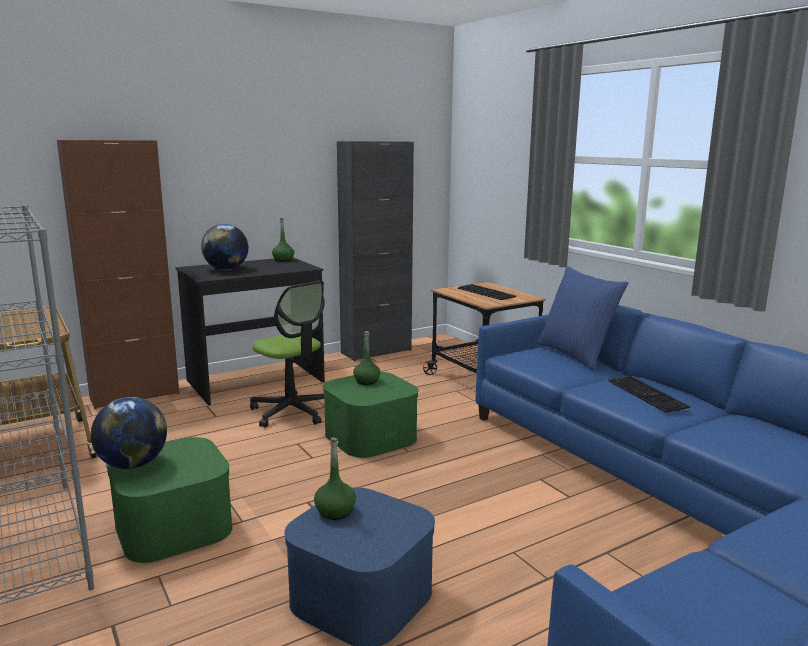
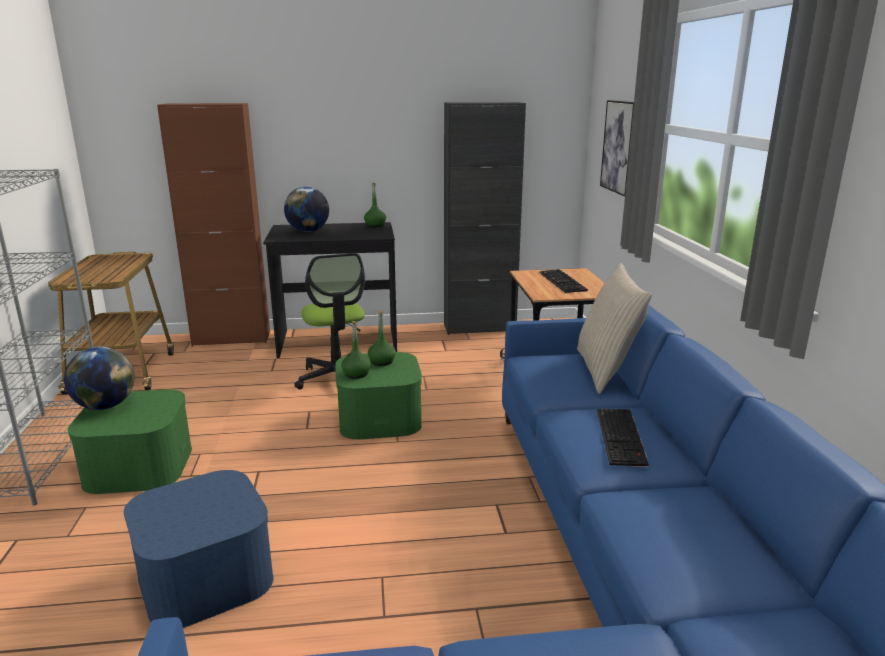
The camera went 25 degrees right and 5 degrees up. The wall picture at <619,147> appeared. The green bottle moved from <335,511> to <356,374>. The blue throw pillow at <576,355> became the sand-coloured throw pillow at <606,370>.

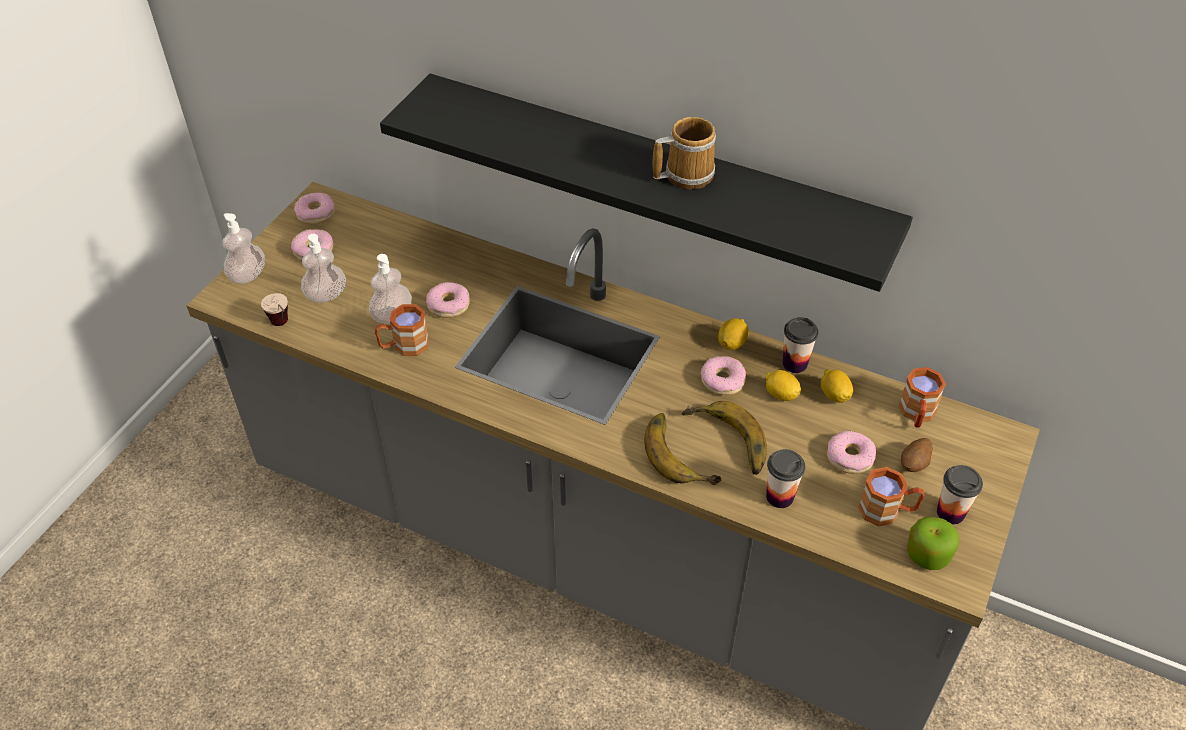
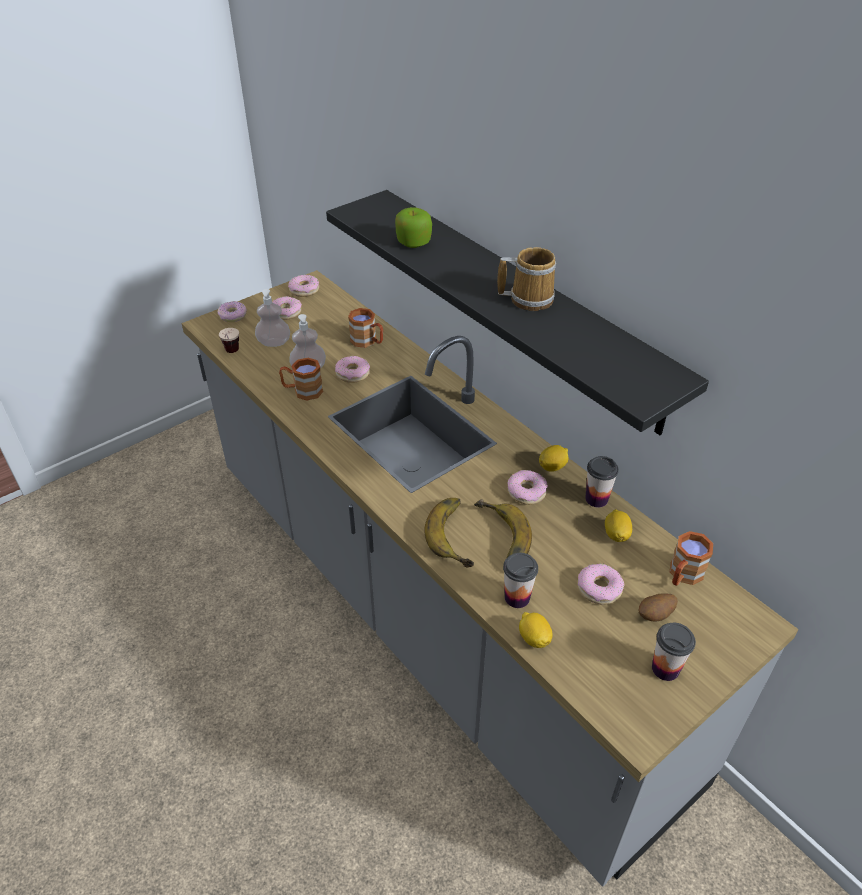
The camera went 25 degrees right and 5 degrees down. The lemon moved from <781,394> to <534,638>. The brown mug moved from <887,510> to <367,341>. The whole apple moved from <927,554> to <413,242>. The soap bottle at <248,275> was replaced by the donut at <232,316>.

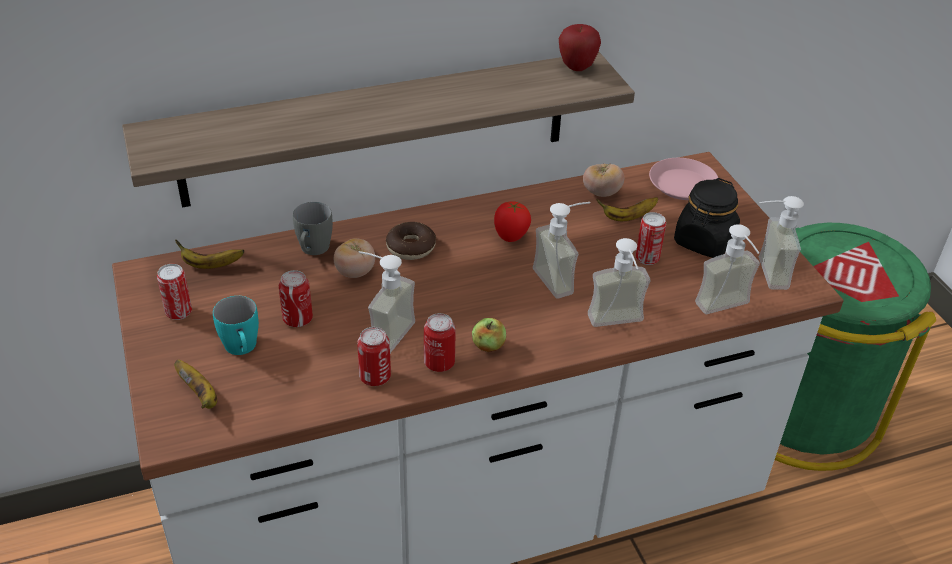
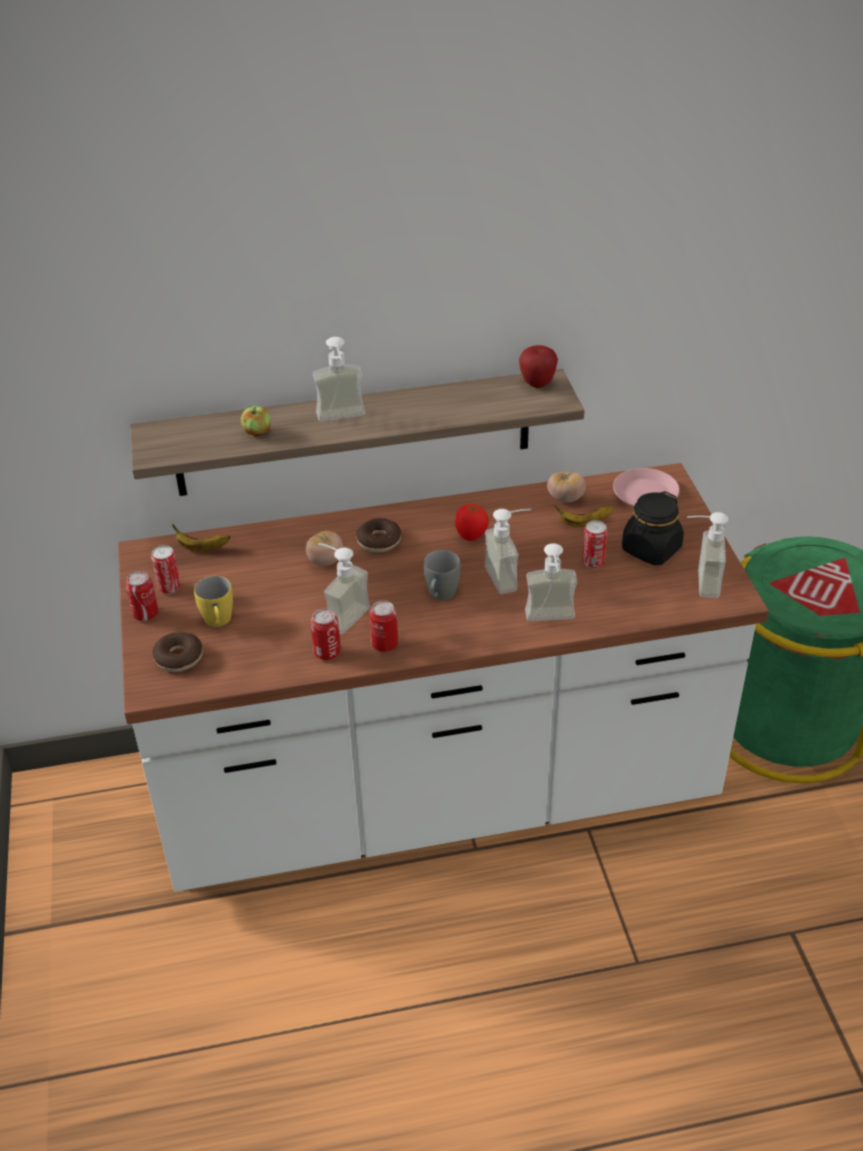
The camera went 10 degrees right and 0 degrees up. The metal can moved from <297,319> to <145,614>. The gray mug moved from <313,251> to <440,596>. The whole apple moved from <488,346> to <257,432>. The soap bottle moved from <727,310> to <342,419>. The banana at <200,395> was replaced by the donut at <179,658>. The turquoise-coloured mug at <242,349> became the yellow-coloured mug at <218,622>.

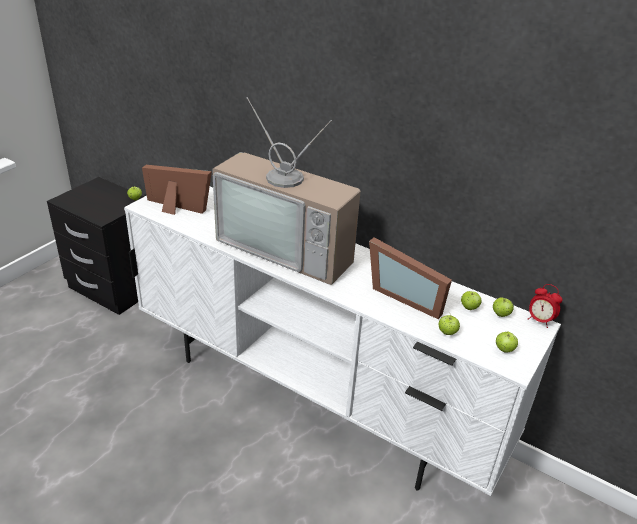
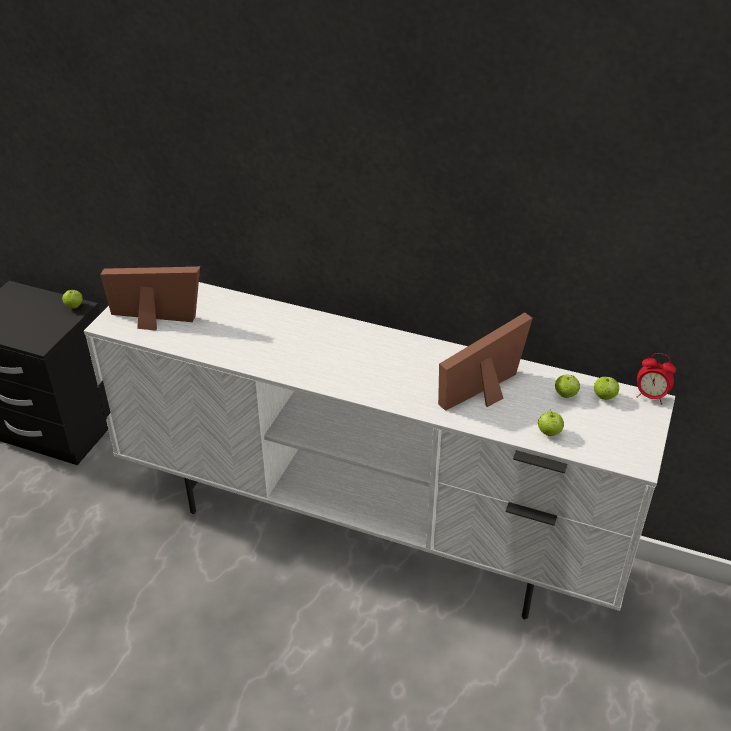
The camera went 10 degrees left and 5 degrees up. The television at <290,247> disappeared. The whole apple at <504,350> disappeared. The standing frame at <407,296> turned 120 degrees clockwise.

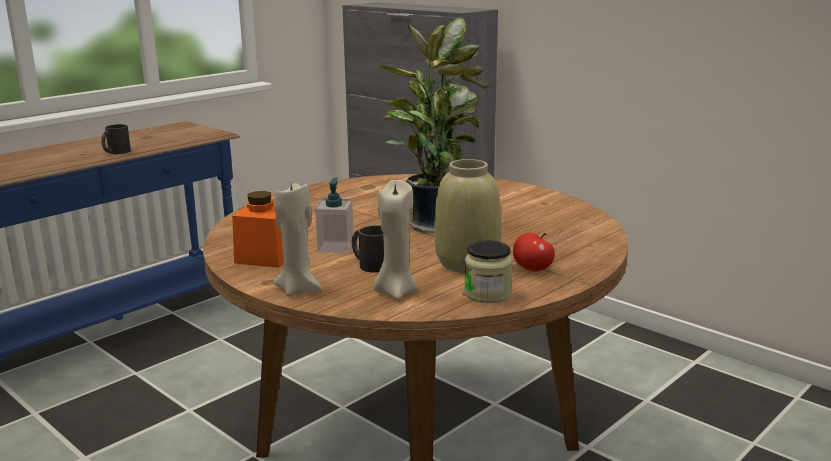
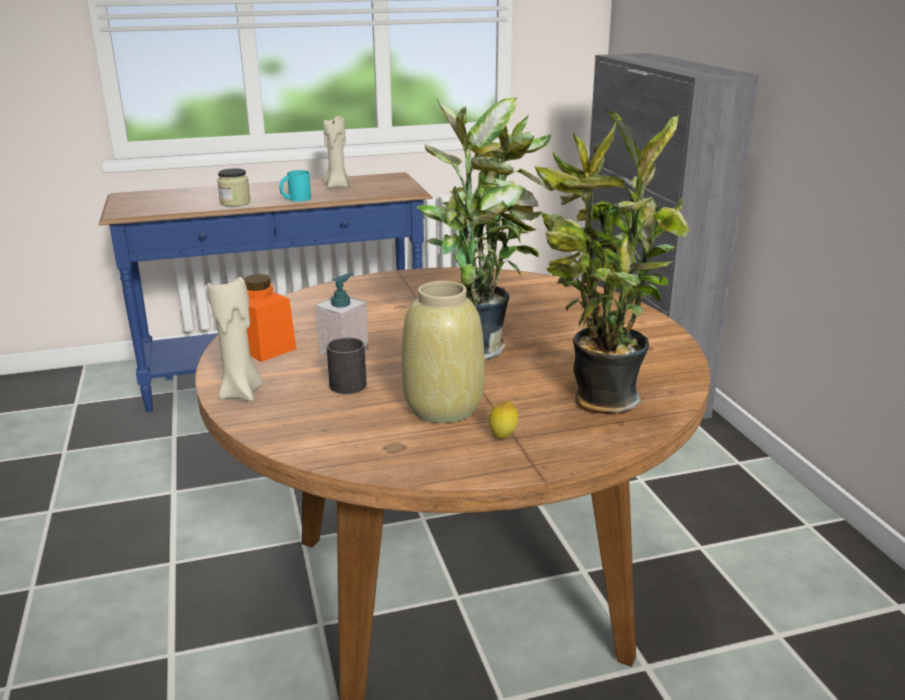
The camera went 30 degrees right and 5 degrees up. The plant in a pot at <597,400> appeared. The sand-coloured candle moved from <395,292> to <337,186>. The jar moved from <487,294> to <235,203>. The whole apple at <532,269> was replaced by the lemon at <503,437>. The black mug at <116,152> became the turquoise-coloured mug at <295,199>.

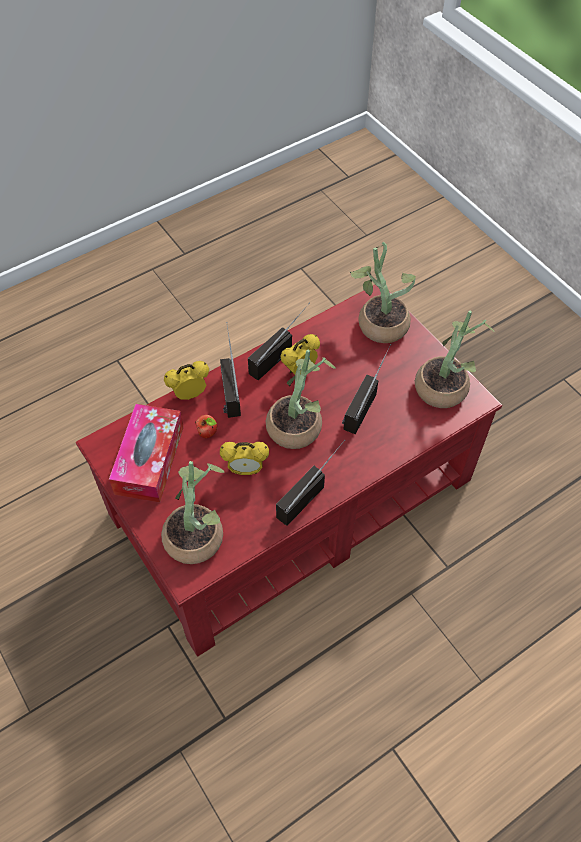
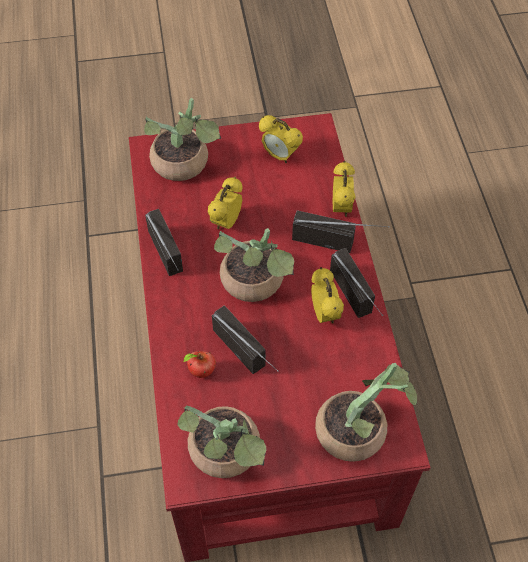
The camera went 115 degrees right and 0 degrees up. The whole apple moved from <208,433> to <201,372>. The tissue box at <149,460> was replaced by the table clock at <280,156>.

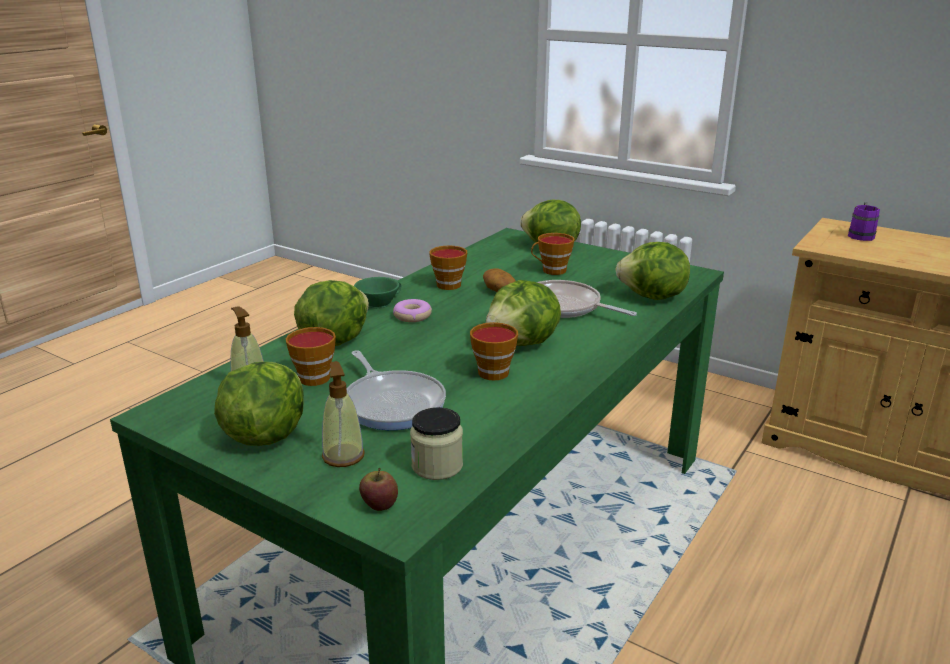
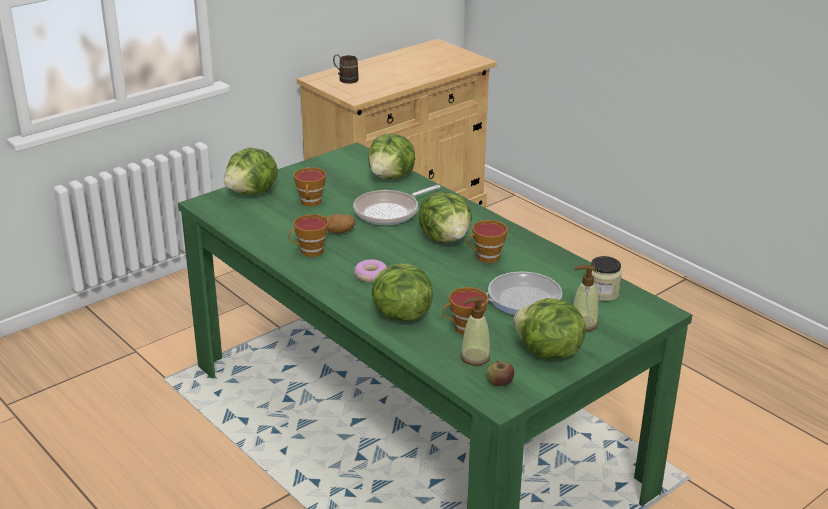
The camera went 75 degrees left and 5 degrees up. The green drinking cup at <377,302> disappeared. The whole apple moved from <379,504> to <499,383>. The purple-coloured mug at <860,235> became the brown mug at <345,79>.

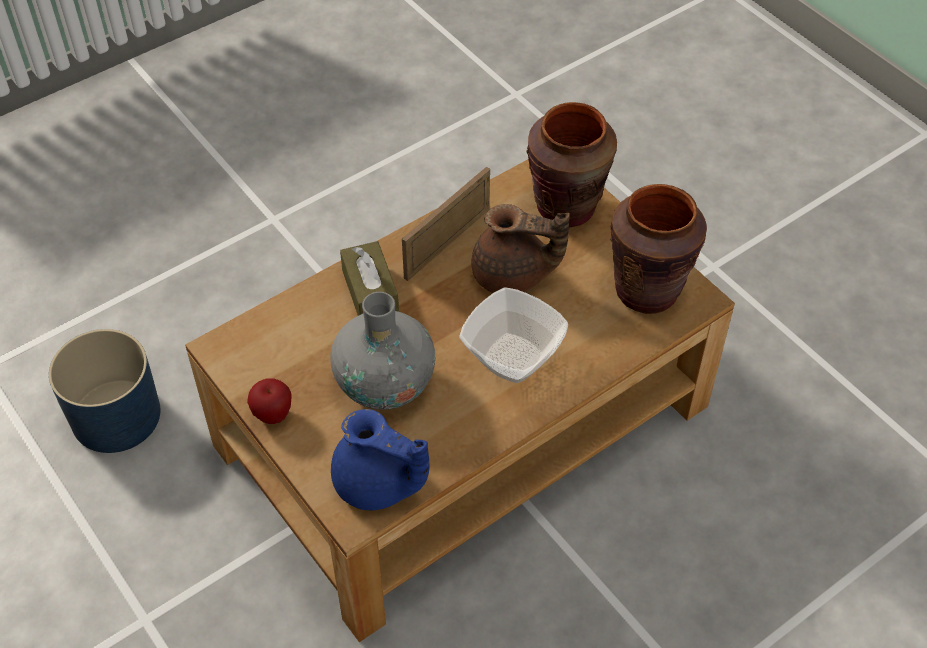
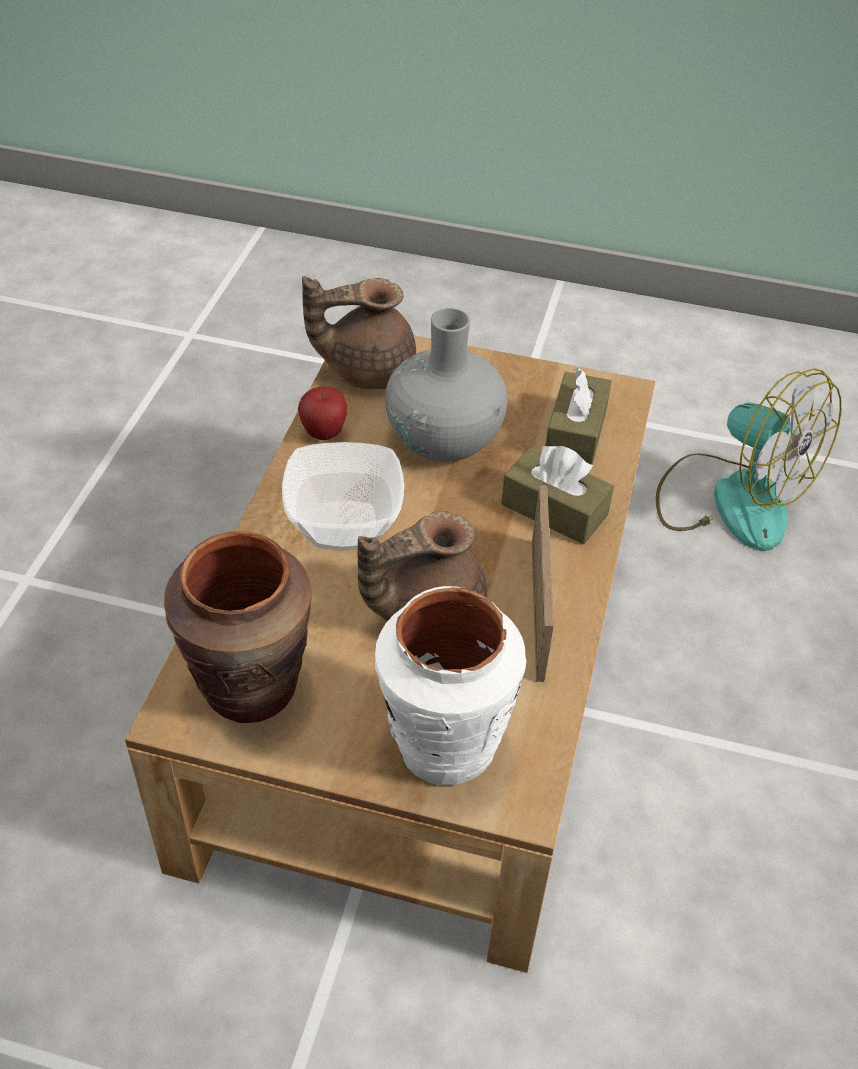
The camera went 140 degrees right and 5 degrees down. The brown tissue box at <575,433> appeared. The whole apple moved from <273,415> to <324,433>. The blue planter at <115,416> was replaced by the fan at <731,499>. The blue pot for tea at <378,484> became the brown pot for tea at <366,370>. The brown flower vase at <566,208> became the white-coloured flower vase at <444,745>.

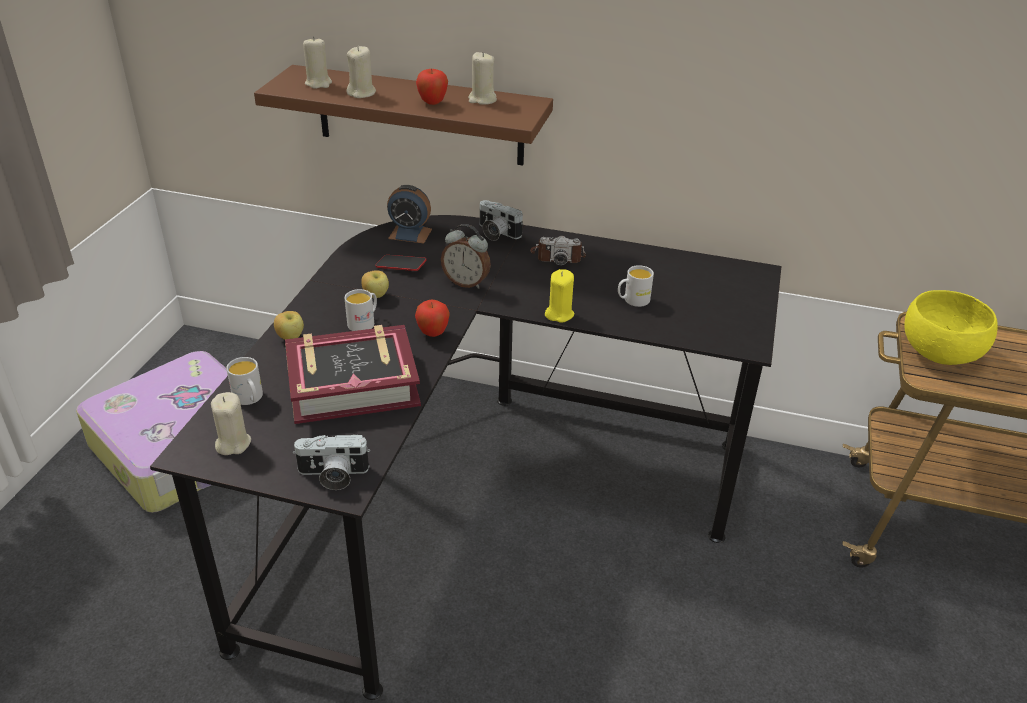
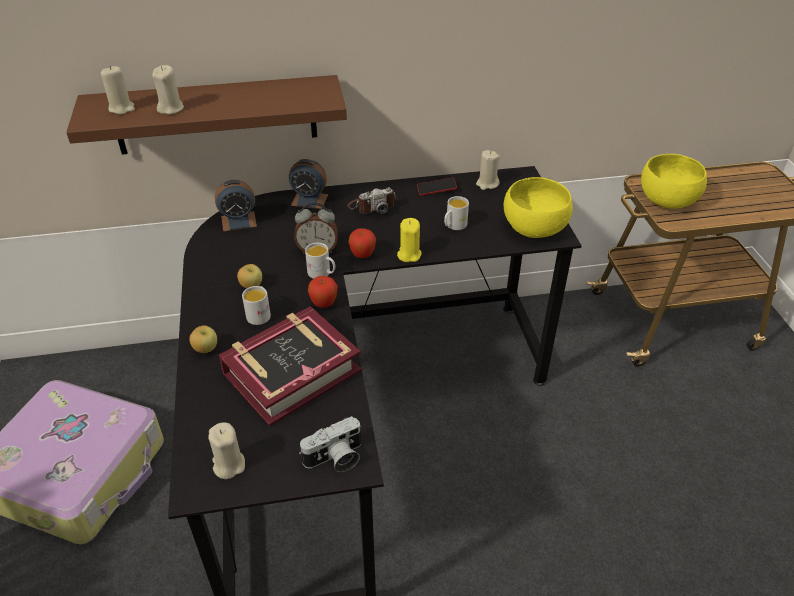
The camera went 25 degrees left and 5 degrees up. The yellow-coloured bowl at <534,227> appeared. The white-coloured mug moved from <250,399> to <322,273>. The handset moved from <401,266> to <436,189>. The whole apple moved from <432,103> to <362,255>. The sand-coloured candle moved from <482,100> to <487,184>. The photo camera at <496,233> was replaced by the table clock at <309,200>.

